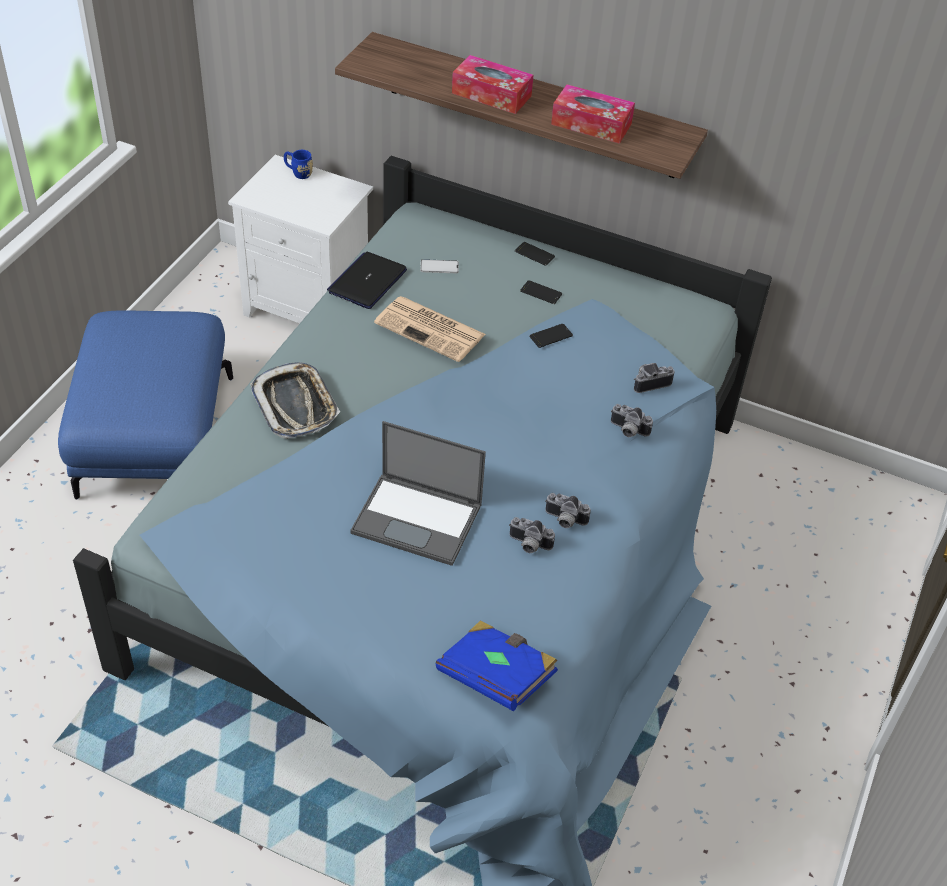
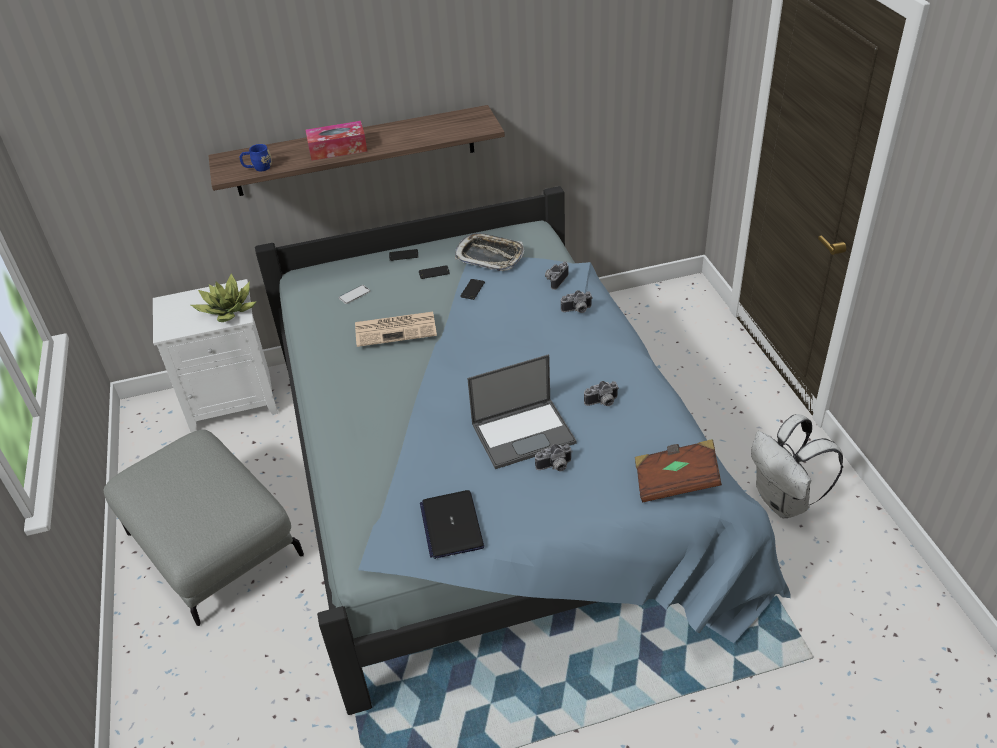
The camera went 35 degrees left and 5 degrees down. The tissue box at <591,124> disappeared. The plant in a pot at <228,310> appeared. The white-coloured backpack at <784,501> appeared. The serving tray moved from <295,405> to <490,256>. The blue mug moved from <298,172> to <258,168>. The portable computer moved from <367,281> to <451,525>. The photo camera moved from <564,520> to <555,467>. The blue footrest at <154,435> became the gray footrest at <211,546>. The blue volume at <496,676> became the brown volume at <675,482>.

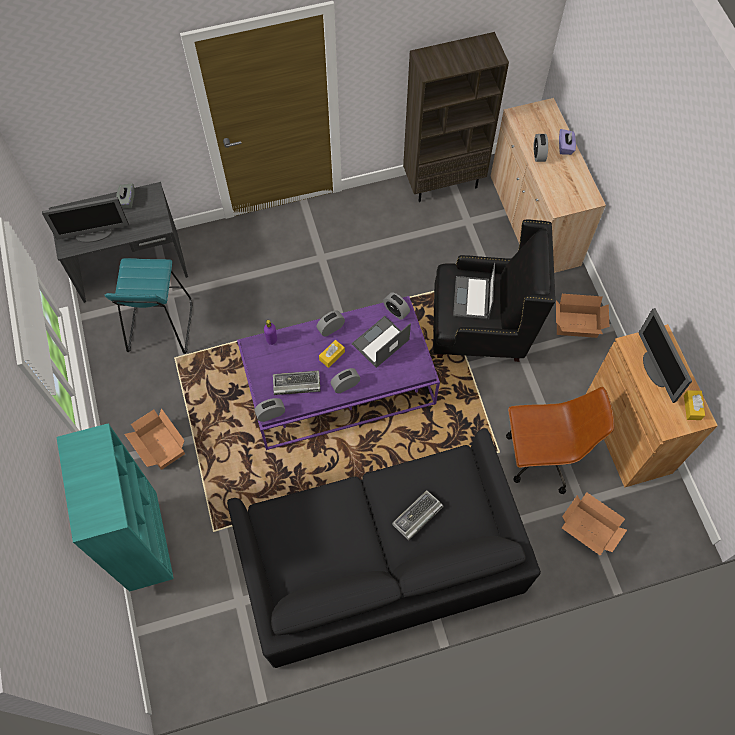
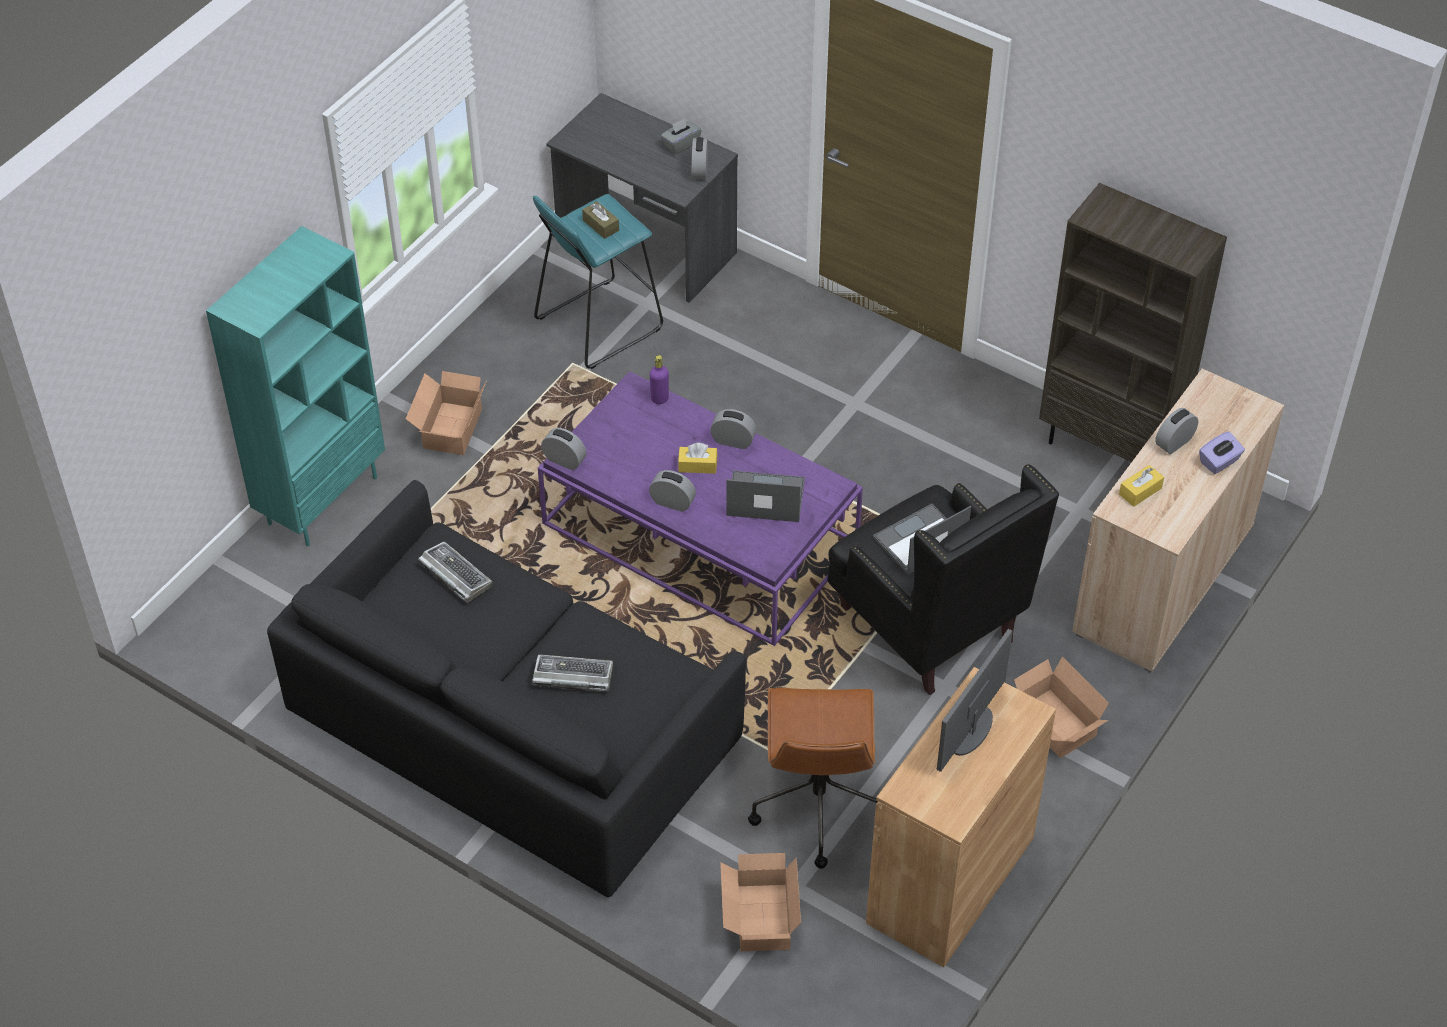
The camera went 50 degrees right and 15 degrees down. The computer display at <94,234> disappeared. The brown tissue box at <601,225> appeared. The keyboard moved from <296,384> to <454,575>. The table clock moved from <396,311> to <699,170>. The yellow-coloured tissue box moved from <692,407> to <1140,491>. The brown desk chair at <542,456> turned 45 degrees clockwise.

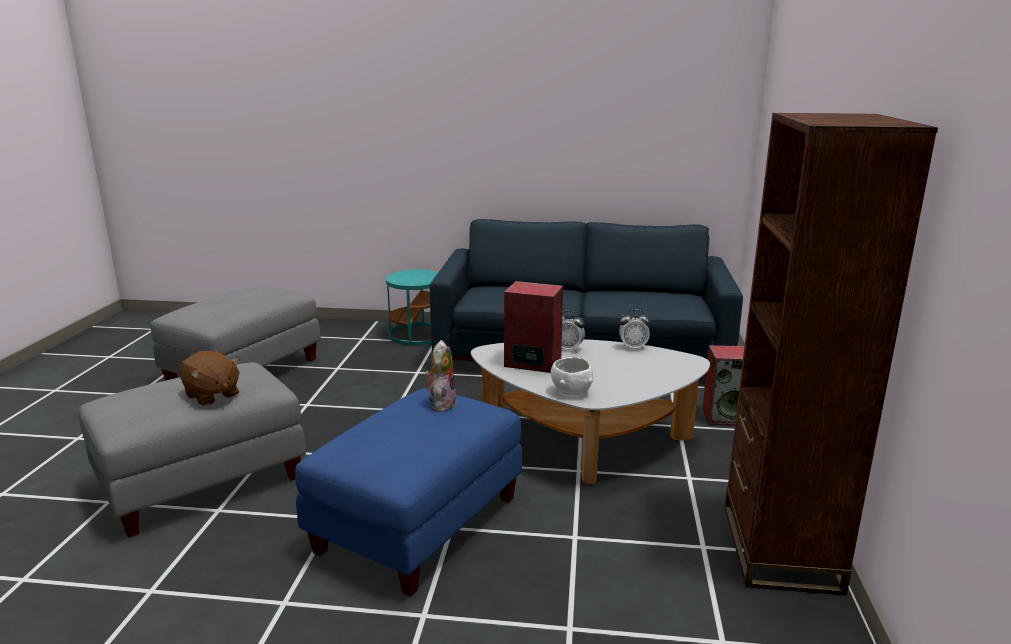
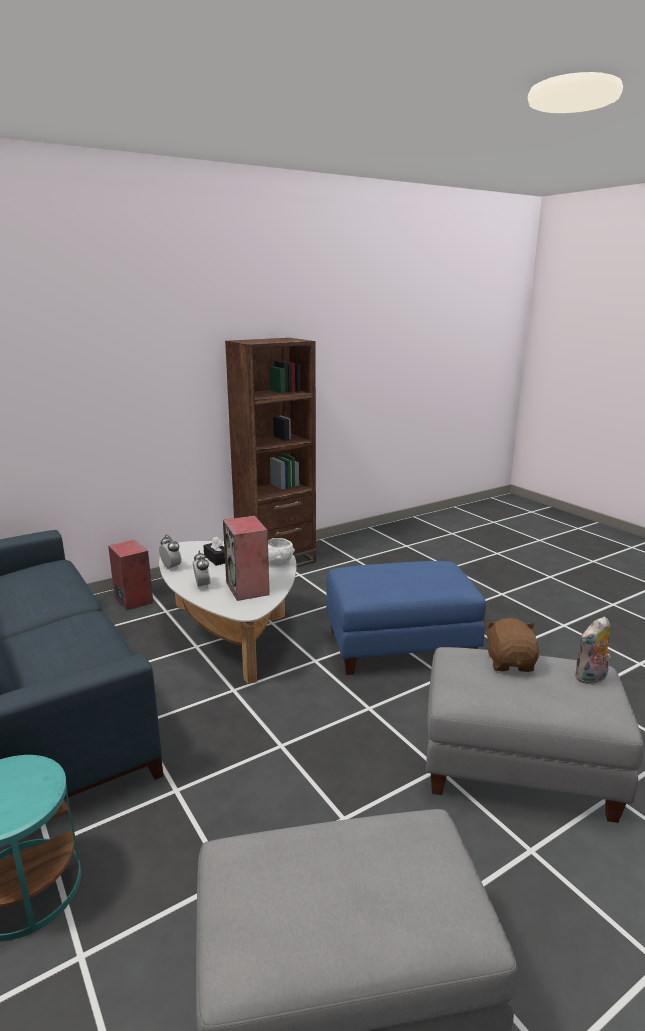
The camera went 130 degrees left and 0 degrees up. The black tissue box at <216,559> appeared. The cuddly toy moved from <441,403> to <591,678>.

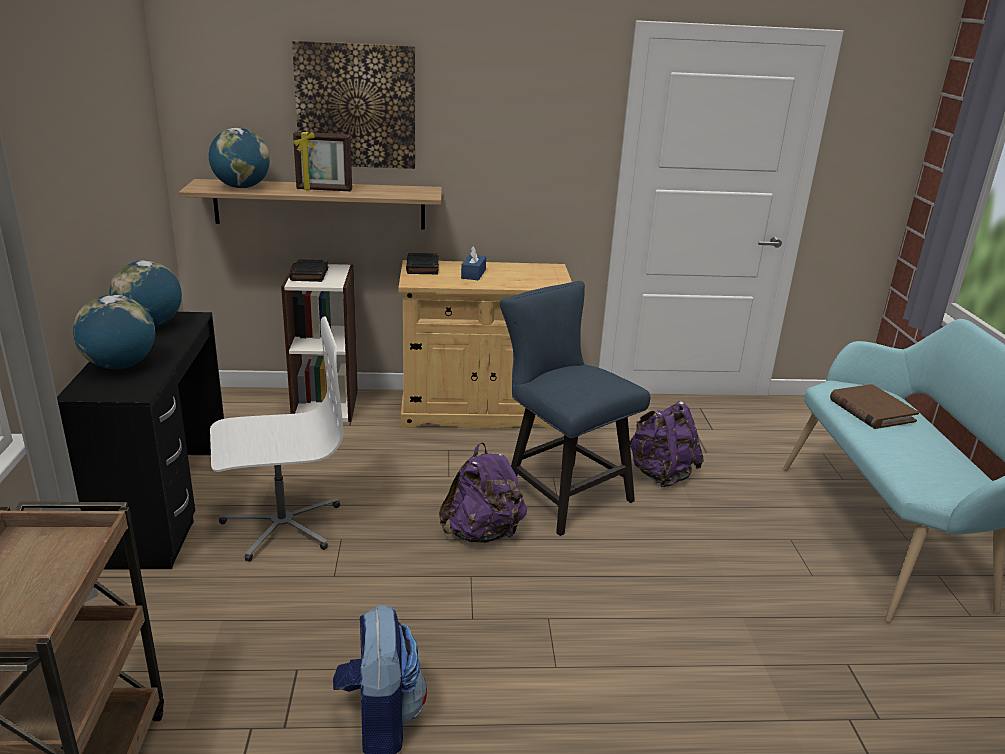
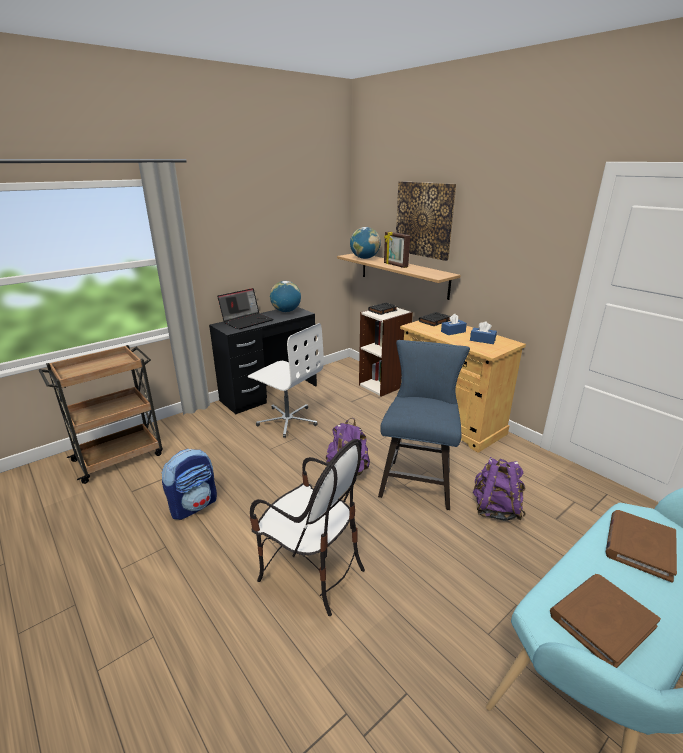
The camera went 55 degrees right and 0 degrees up. The upright chair at <311,572> appeared. The blue tissue box at <482,340> appeared. The brown volume at <601,620> appeared. The world globe at <120,365> was replaced by the portable computer at <247,321>.

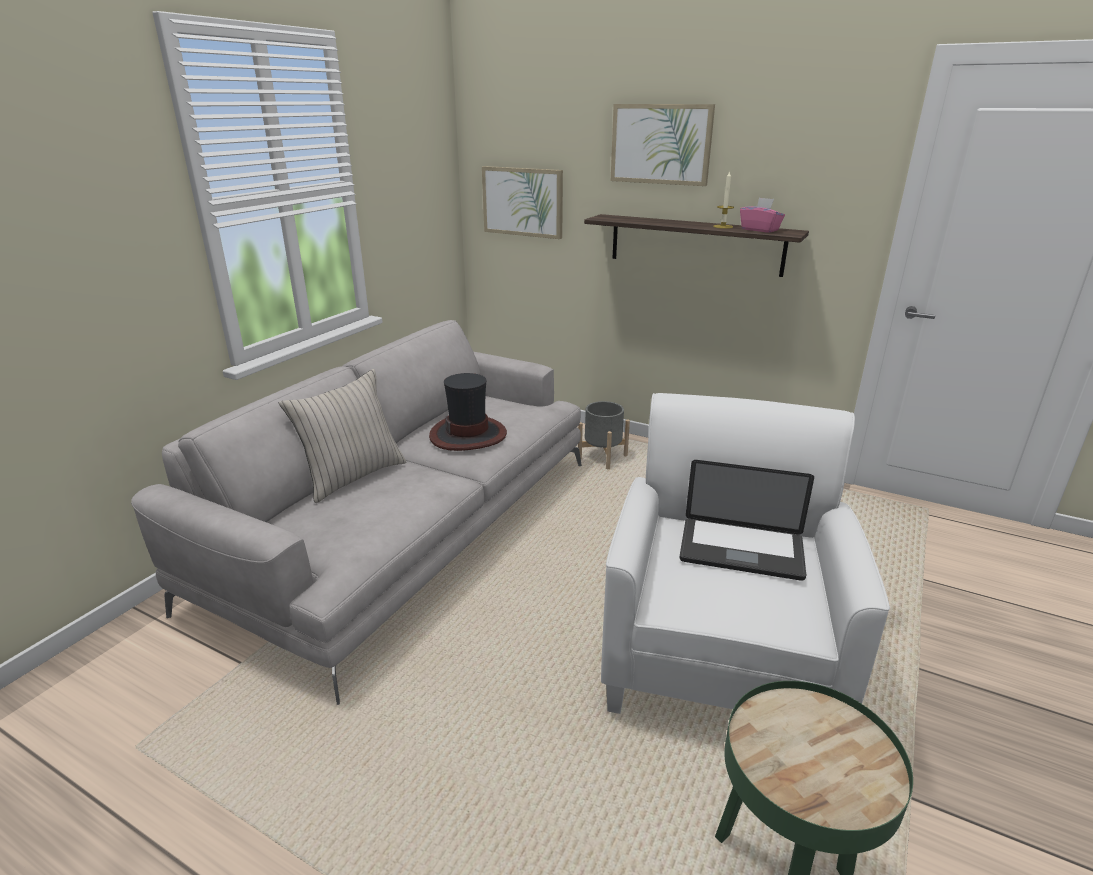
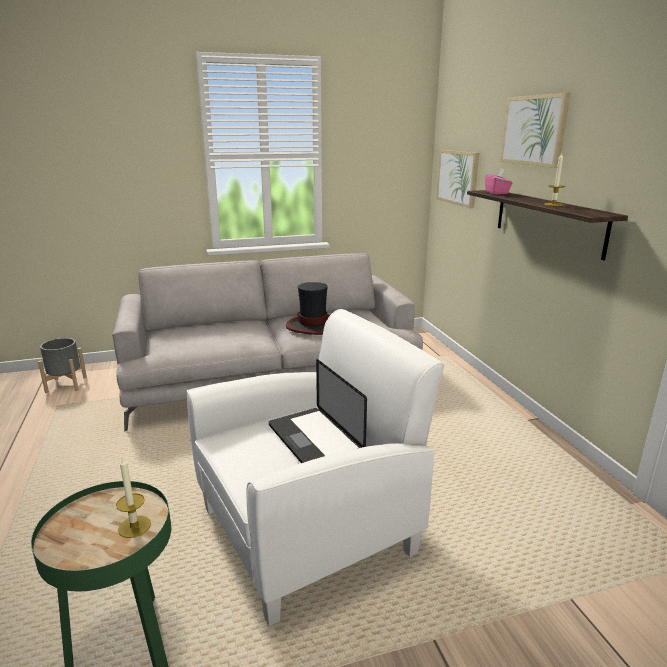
The camera went 45 degrees right and 5 degrees down. The sand-coloured throw pillow at <352,476> disappeared. The candle at <134,526> appeared. The gray planter moved from <602,457> to <66,384>. The pink tissue box moved from <760,230> to <497,193>.

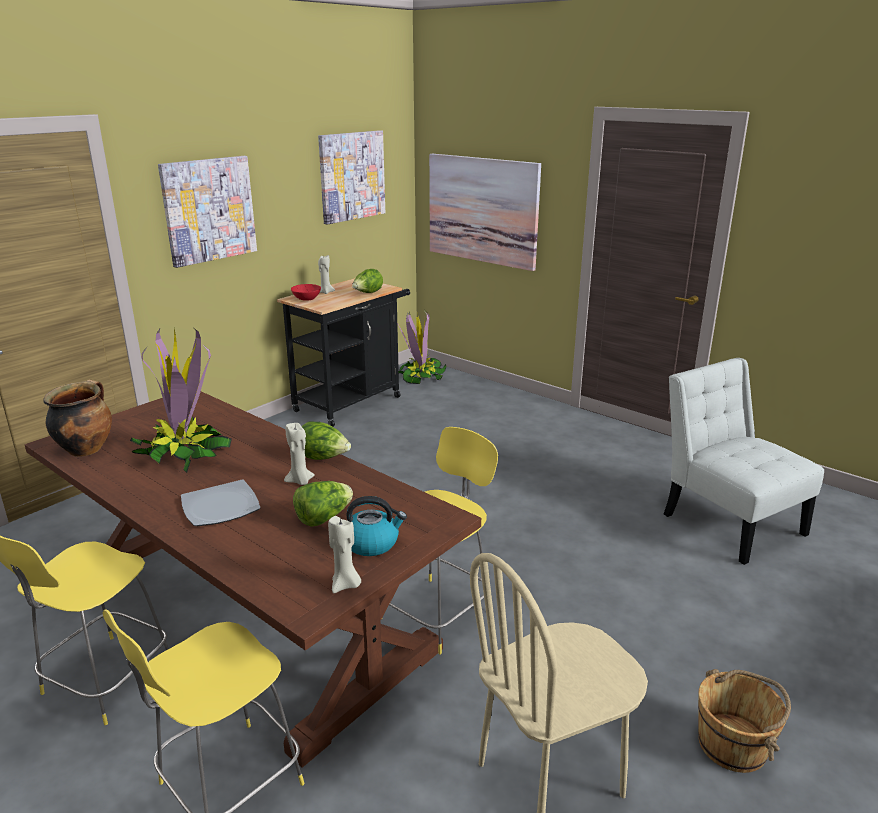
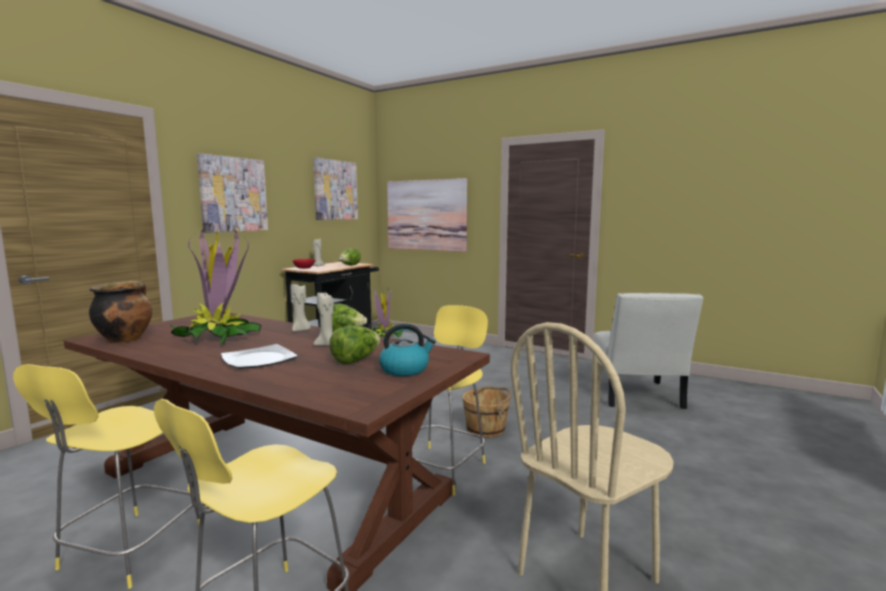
The camera went 10 degrees left and 15 degrees down. The sand-coloured candle moved from <345,585> to <300,330>. The brown bucket moved from <733,744> to <486,428>. The white-coloured upright chair at <727,520> turned 135 degrees counterclockwise.

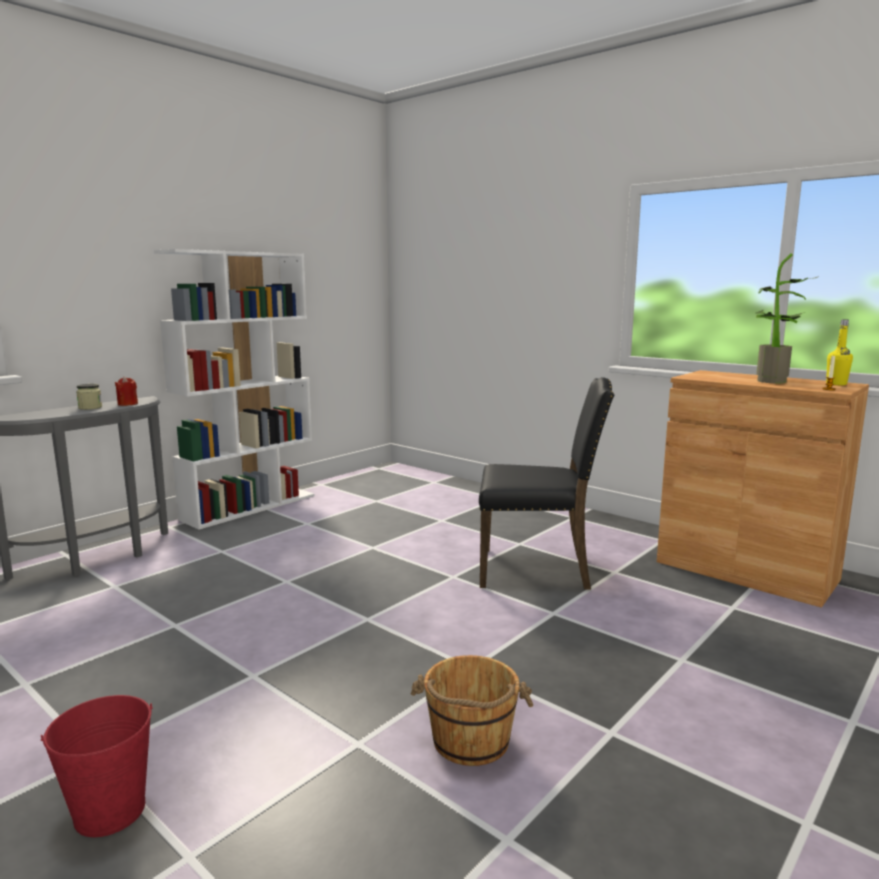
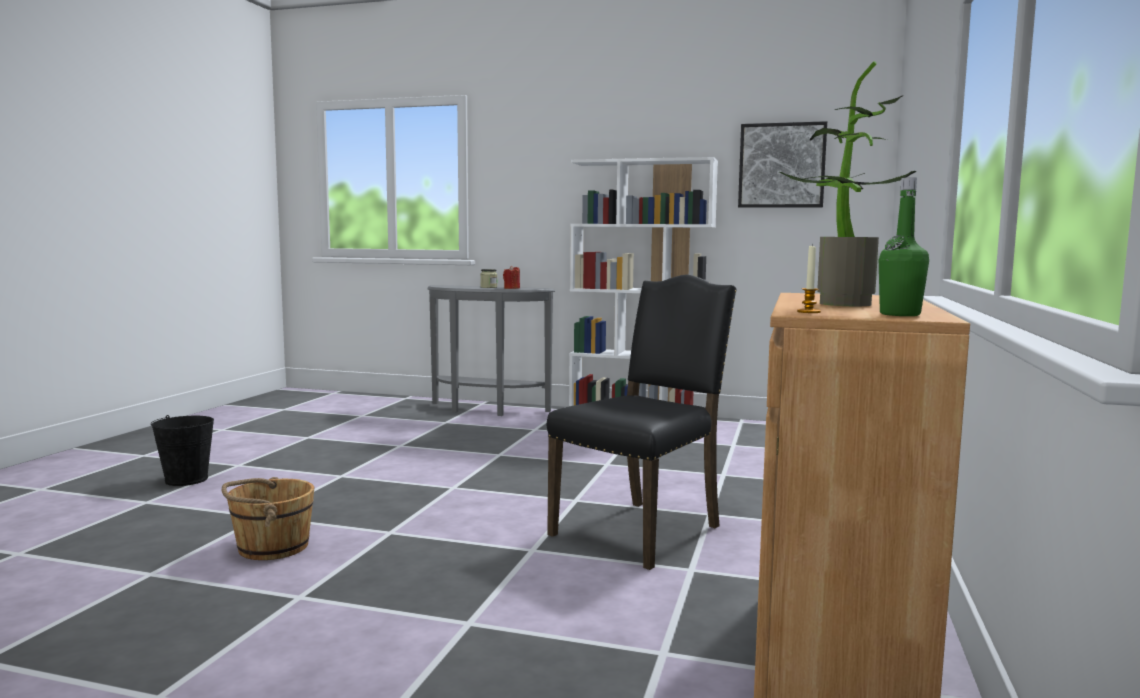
The camera went 65 degrees right and 5 degrees down. The wall picture at <781,165> appeared. The red bucket at <109,811> became the black bucket at <187,479>. The yellow-coloured bottle at <836,384> became the green bottle at <900,314>. The black upright chair at <537,569> turned 120 degrees counterclockwise.

